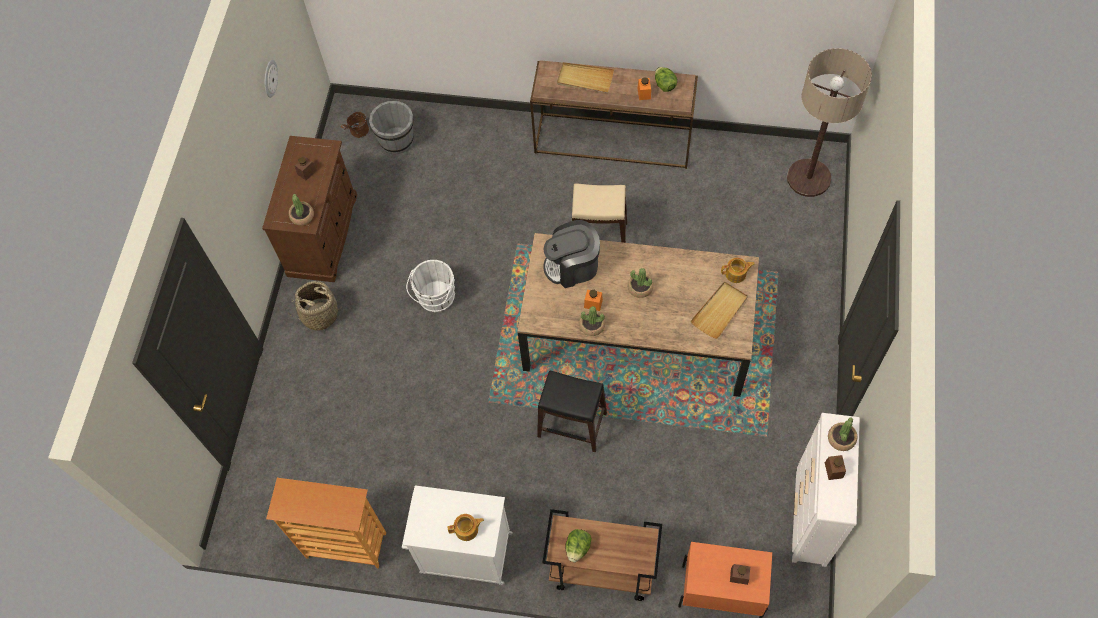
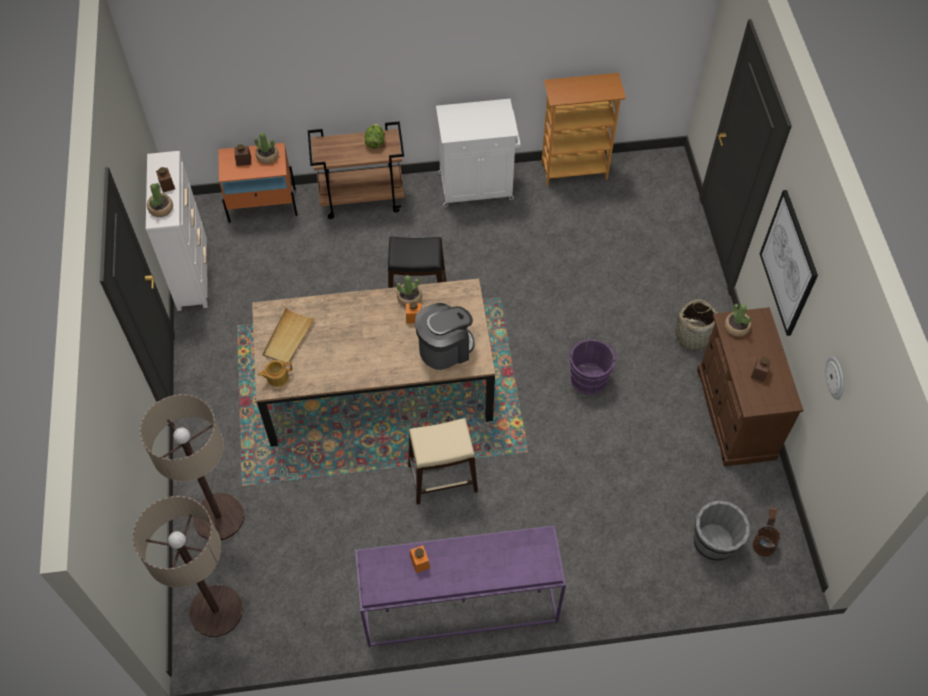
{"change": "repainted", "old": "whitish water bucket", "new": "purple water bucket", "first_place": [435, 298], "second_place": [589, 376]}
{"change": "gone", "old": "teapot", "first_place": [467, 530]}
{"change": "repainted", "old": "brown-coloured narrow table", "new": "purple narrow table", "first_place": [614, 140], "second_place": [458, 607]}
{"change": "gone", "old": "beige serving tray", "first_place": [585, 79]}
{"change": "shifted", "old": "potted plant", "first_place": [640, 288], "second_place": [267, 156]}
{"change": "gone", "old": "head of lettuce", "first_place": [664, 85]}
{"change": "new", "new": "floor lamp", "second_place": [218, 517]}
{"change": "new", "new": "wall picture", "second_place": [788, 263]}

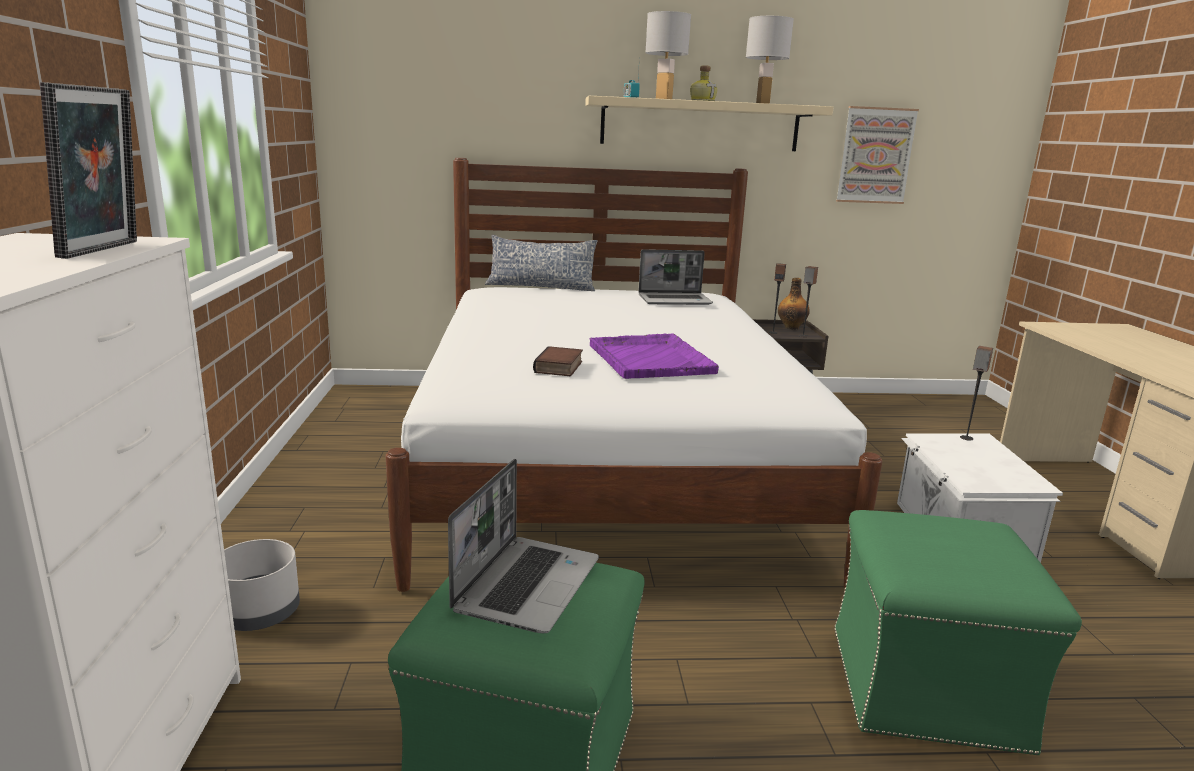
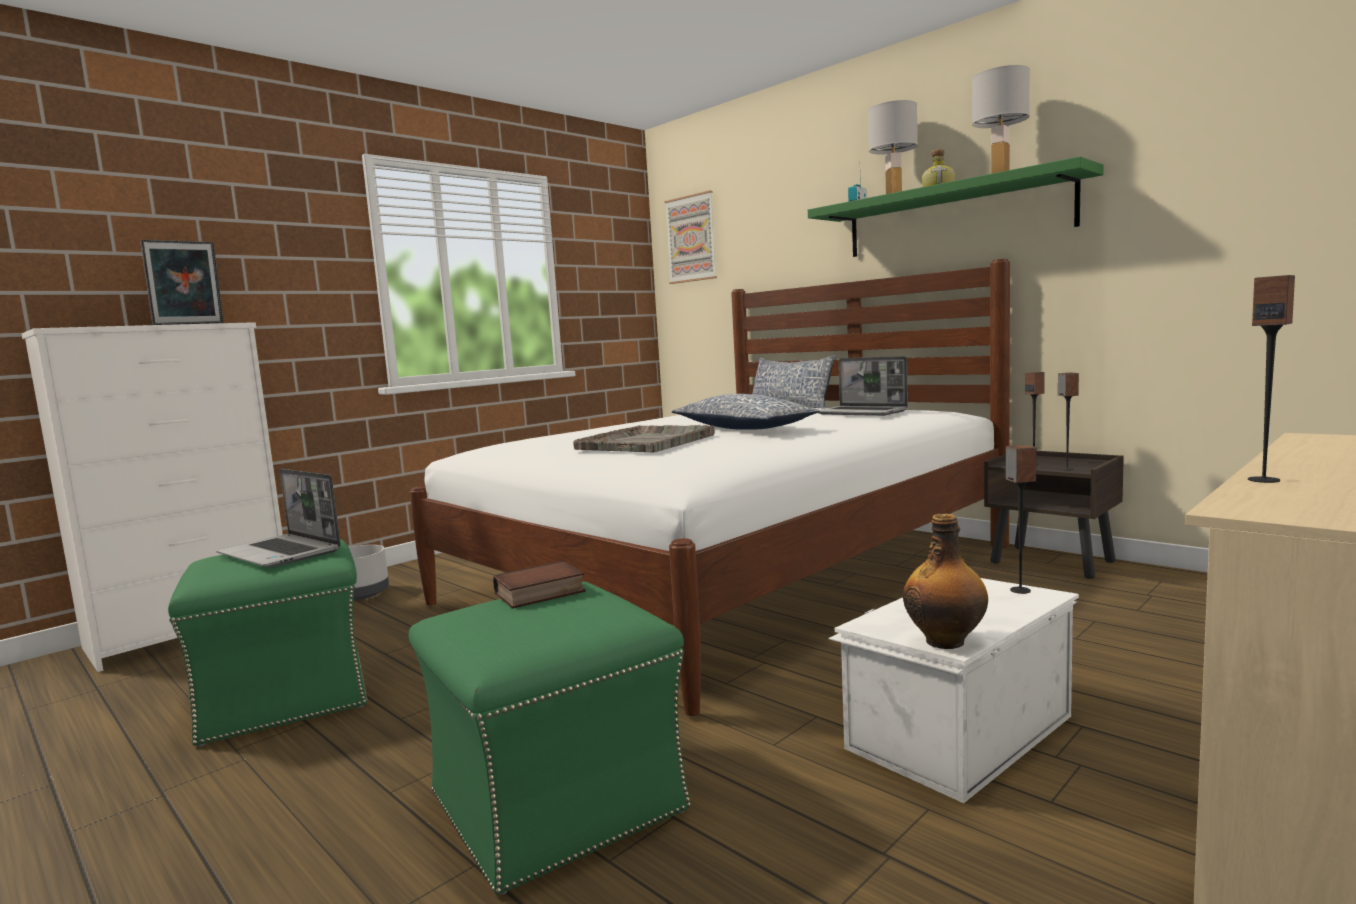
{"change": "rotated", "old": "portable computer", "first_place": [527, 584], "second_place": [282, 553], "degrees": 60}
{"change": "shifted", "old": "bound book", "first_place": [560, 367], "second_place": [539, 593]}
{"change": "repainted", "old": "beige wall shelf", "new": "green wall shelf", "first_place": [700, 125], "second_place": [954, 217]}
{"change": "repainted", "old": "purple serving tray", "new": "greyish serving tray", "first_place": [650, 358], "second_place": [647, 442]}
{"change": "shifted", "old": "beverage bottle", "first_place": [791, 327], "second_place": [946, 641]}
{"change": "shifted", "old": "wall picture", "first_place": [875, 155], "second_place": [691, 239]}
{"change": "new", "new": "throw pillow", "second_place": [743, 428]}
{"change": "new", "new": "loudspeaker", "second_place": [1264, 480]}

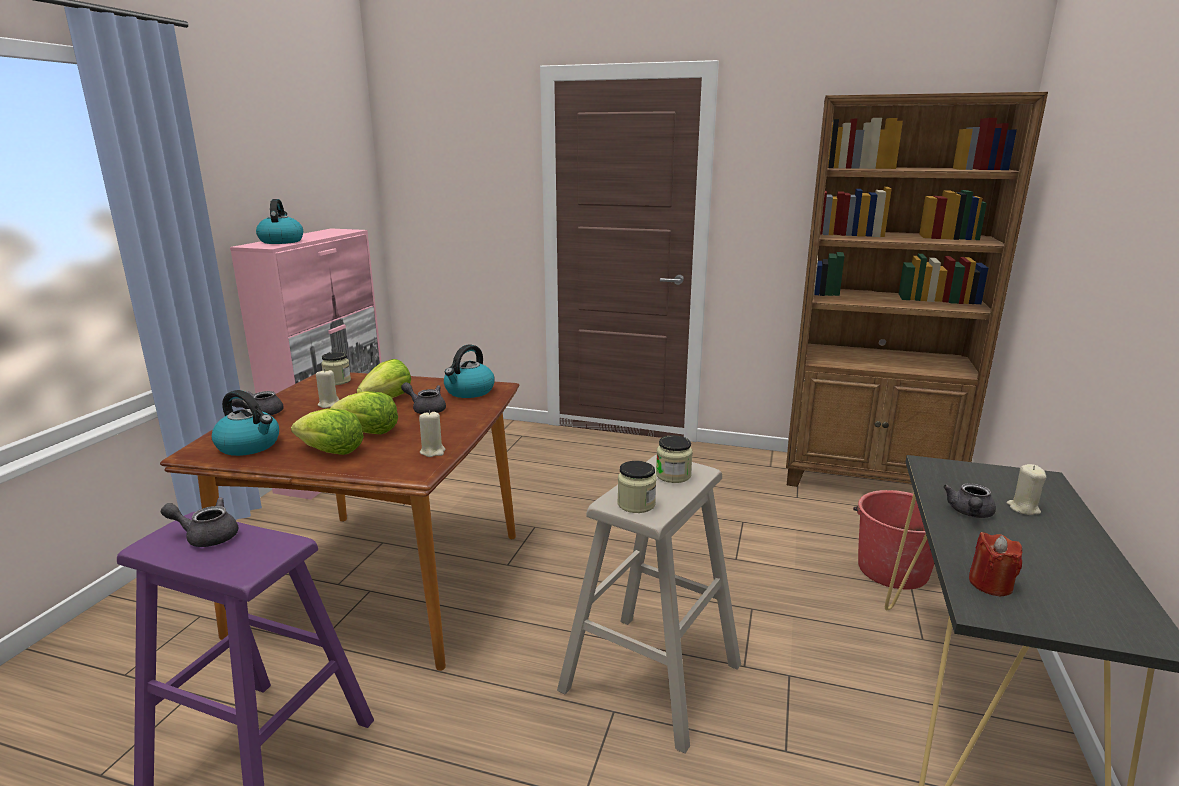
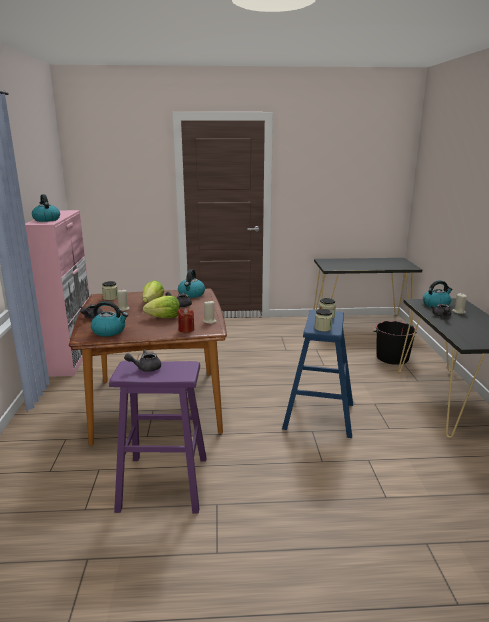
{"change": "gone", "old": "head of lettuce", "first_place": [331, 451]}
{"change": "repainted", "old": "beige sitting stool", "new": "blue-coloured sitting stool", "first_place": [651, 678], "second_place": [319, 416]}
{"change": "swapped", "old": "brown-coloured bookcase", "new": "black narrow table", "first_place": [868, 480], "second_place": [361, 323]}
{"change": "repainted", "old": "red-coloured water bucket", "new": "black water bucket", "first_place": [892, 569], "second_place": [392, 357]}
{"change": "shifted", "old": "red-coloured wax candle", "first_place": [990, 584], "second_place": [186, 329]}
{"change": "new", "new": "kettle", "second_place": [436, 305]}

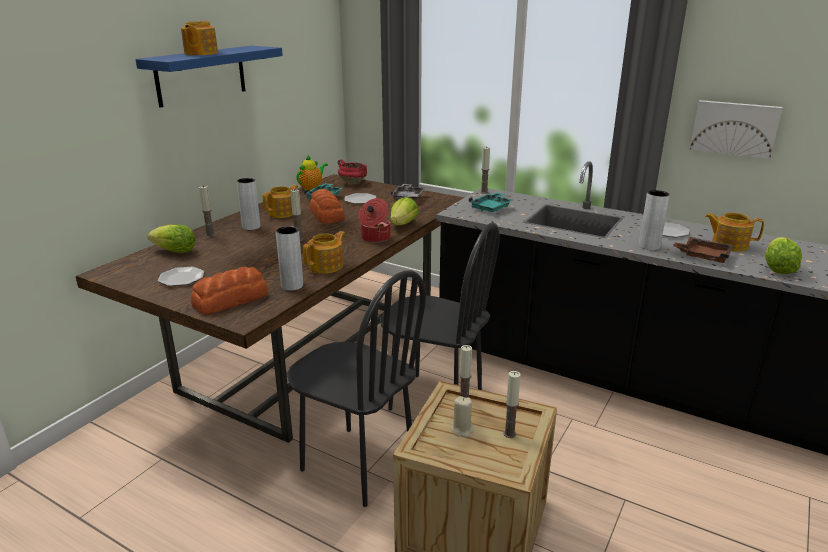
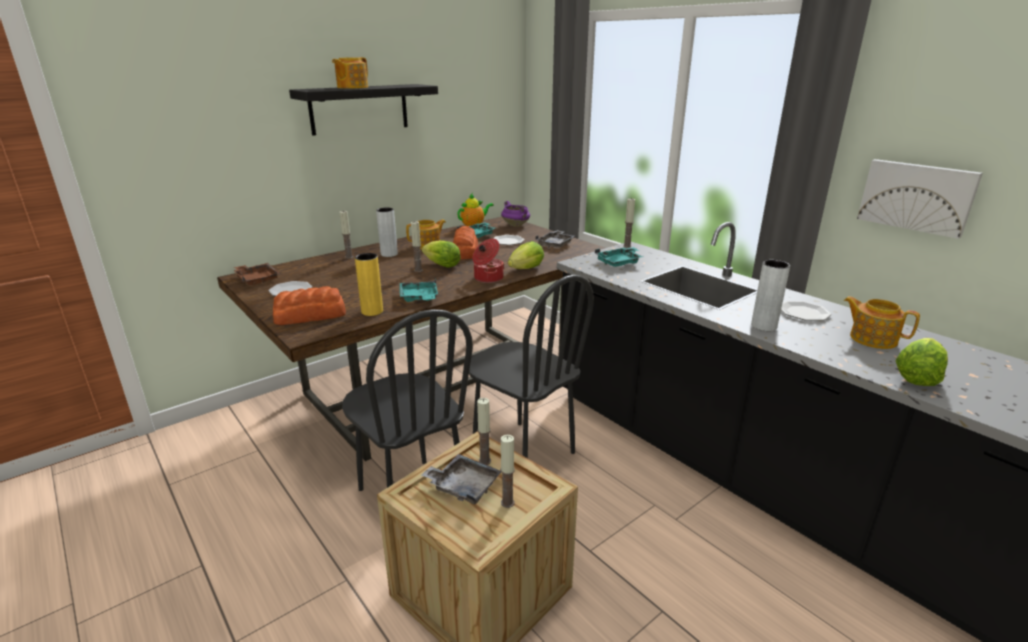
{"change": "repainted", "old": "blue-coloured wall shelf", "new": "black wall shelf", "first_place": [201, 75], "second_place": [359, 109]}
{"change": "shifted", "old": "head of lettuce", "first_place": [175, 252], "second_place": [442, 265]}
{"change": "repainted", "old": "greyish decorative vase", "new": "yellow-coloured decorative vase", "first_place": [292, 286], "second_place": [372, 311]}
{"change": "swapped", "old": "teapot", "new": "turquoise serving tray", "first_place": [327, 266], "second_place": [419, 298]}
{"change": "repainted", "old": "red-coloured cooking pot", "new": "purple cooking pot", "first_place": [353, 183], "second_place": [516, 225]}
{"change": "swapped", "old": "beige wax candle", "new": "greyish serving tray", "first_place": [462, 430], "second_place": [463, 486]}
{"change": "shifted", "old": "brown-coloured serving tray", "first_place": [703, 256], "second_place": [257, 279]}

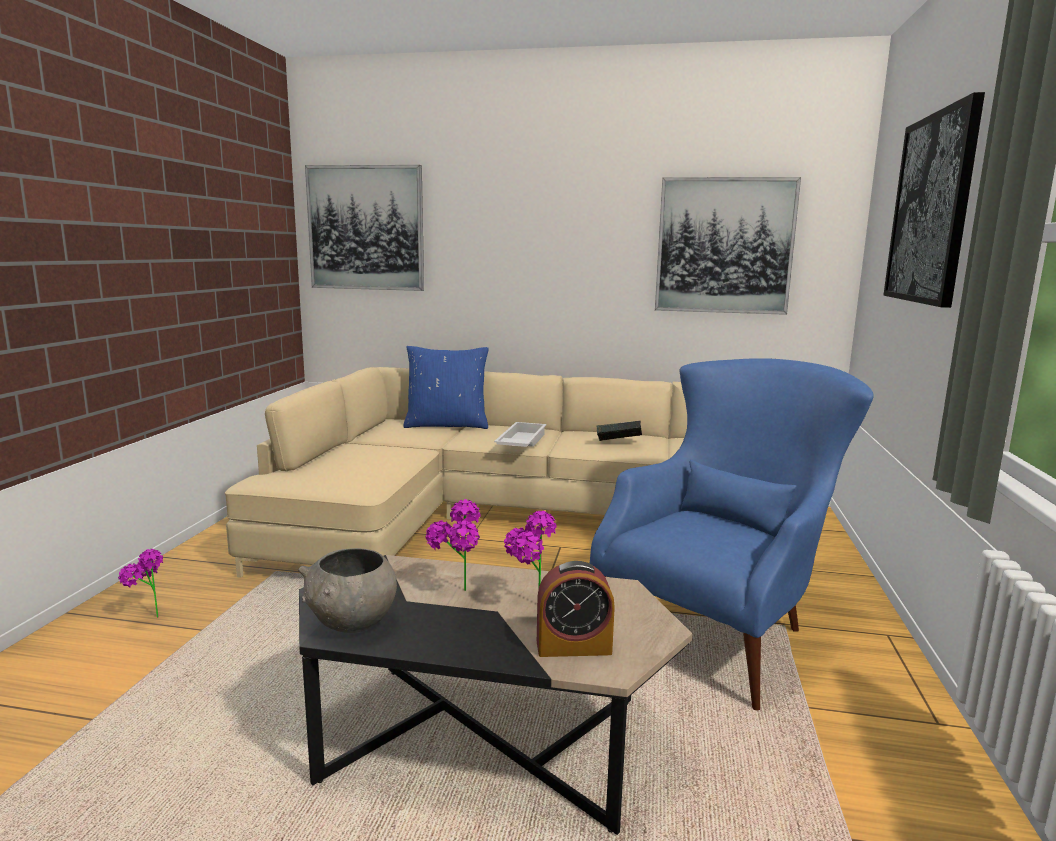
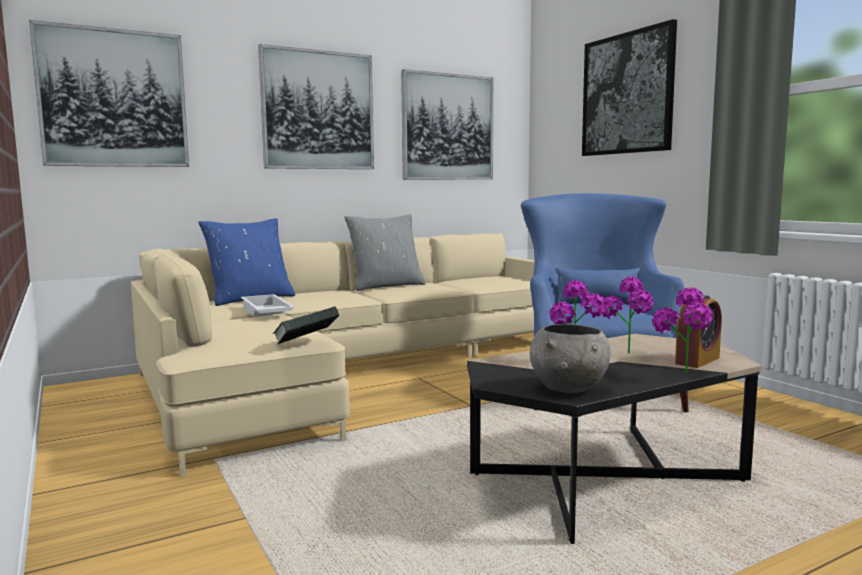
{"change": "shifted", "old": "potted plant", "first_place": [147, 617], "second_place": [682, 375]}
{"change": "shifted", "old": "whitish serving tray", "first_place": [520, 442], "second_place": [265, 313]}
{"change": "shifted", "old": "bound book", "first_place": [618, 444], "second_place": [306, 343]}
{"change": "new", "new": "wall picture", "second_place": [318, 110]}
{"change": "new", "new": "greyish throw pillow", "second_place": [386, 286]}

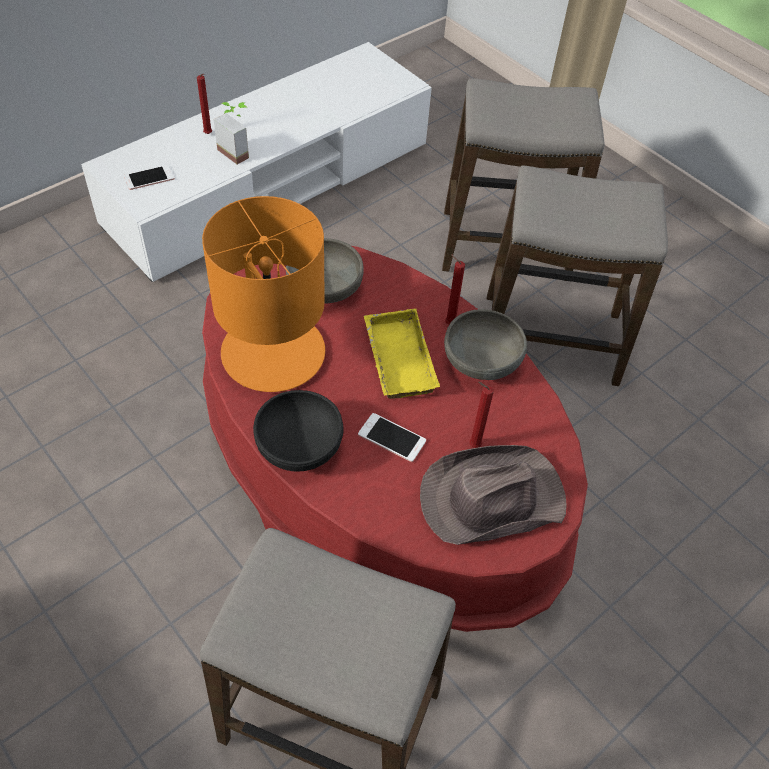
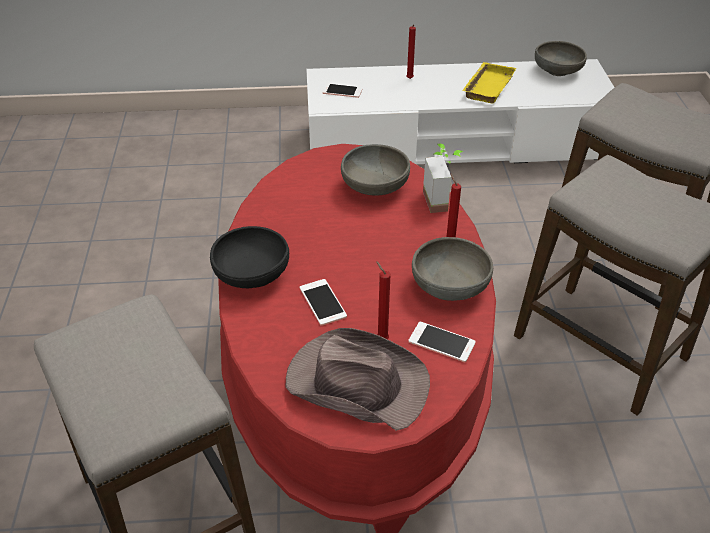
{"change": "gone", "old": "orange tabletop lamp", "first_place": [272, 352]}
{"change": "shifted", "old": "potted plant", "first_place": [238, 151], "second_place": [442, 200]}
{"change": "shifted", "old": "yellow-coloured serving tray", "first_place": [396, 358], "second_place": [487, 86]}
{"change": "new", "new": "handset", "second_place": [441, 342]}
{"change": "new", "new": "greyish deep dish", "second_place": [557, 71]}

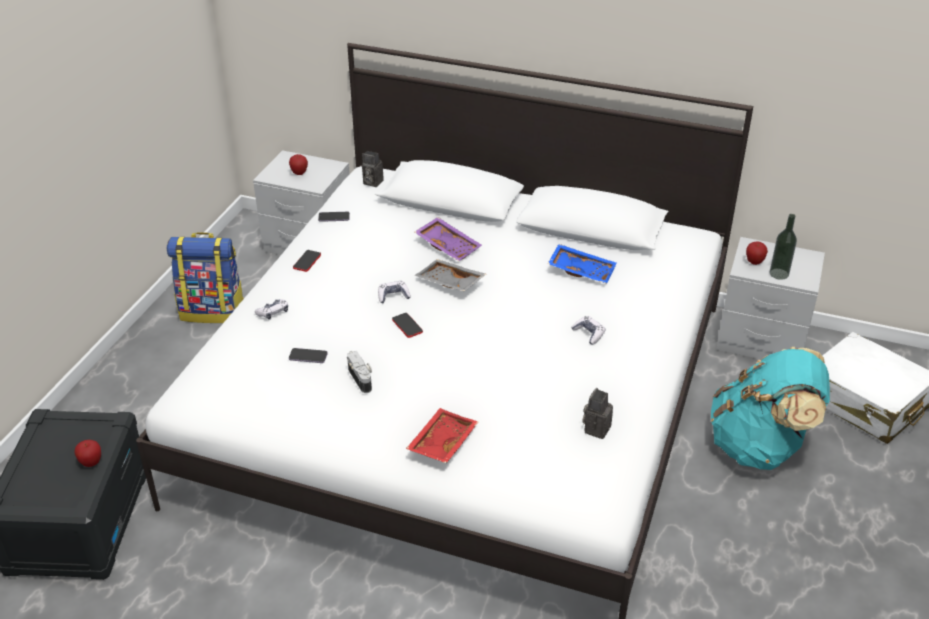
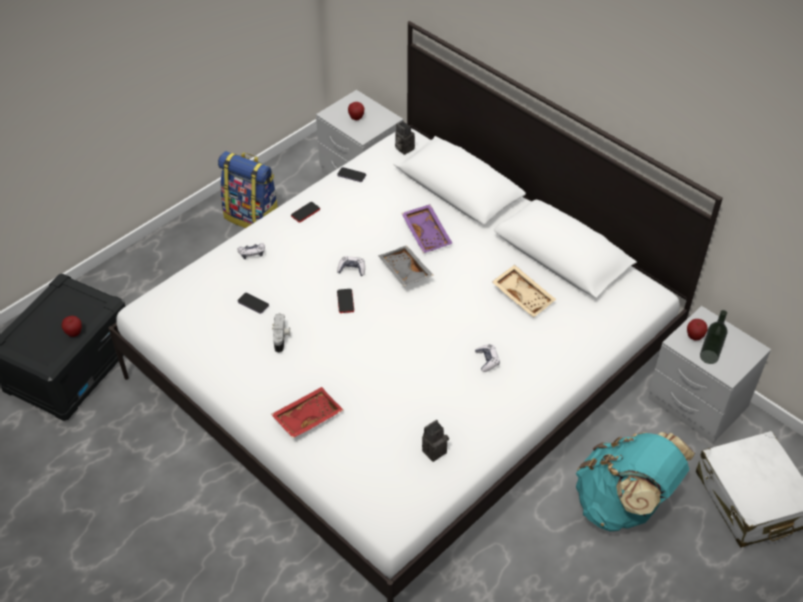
{"change": "repainted", "old": "blue-coloured serving tray", "new": "beige serving tray", "first_place": [582, 270], "second_place": [524, 296]}

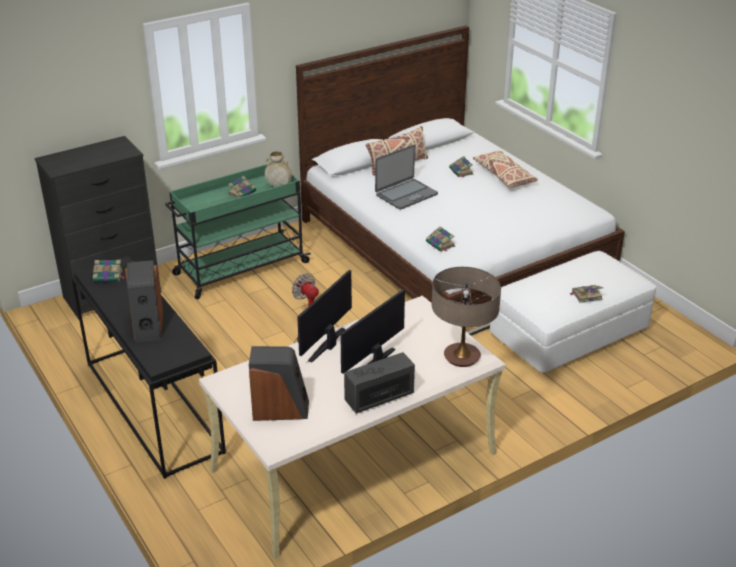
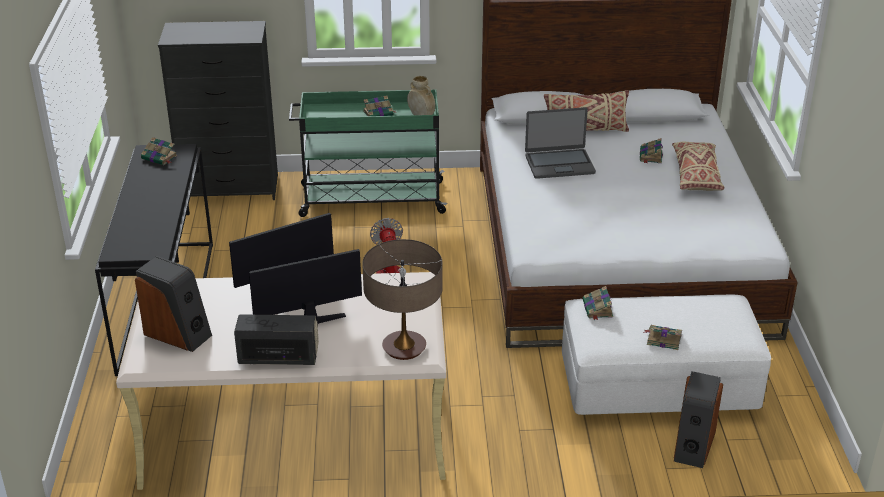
{"change": "shifted", "old": "loudspeaker", "first_place": [148, 326], "second_place": [693, 445]}
{"change": "shifted", "old": "bound book", "first_place": [440, 244], "second_place": [597, 309]}

